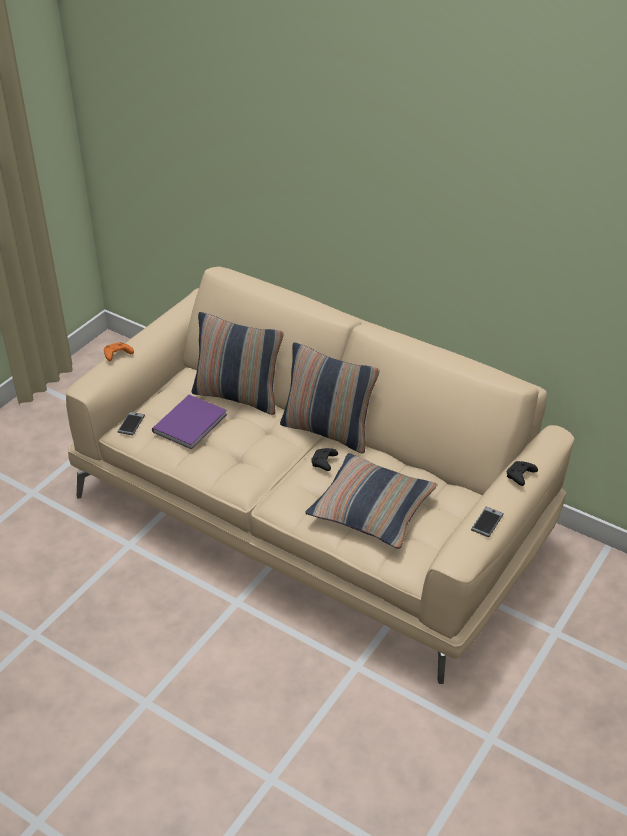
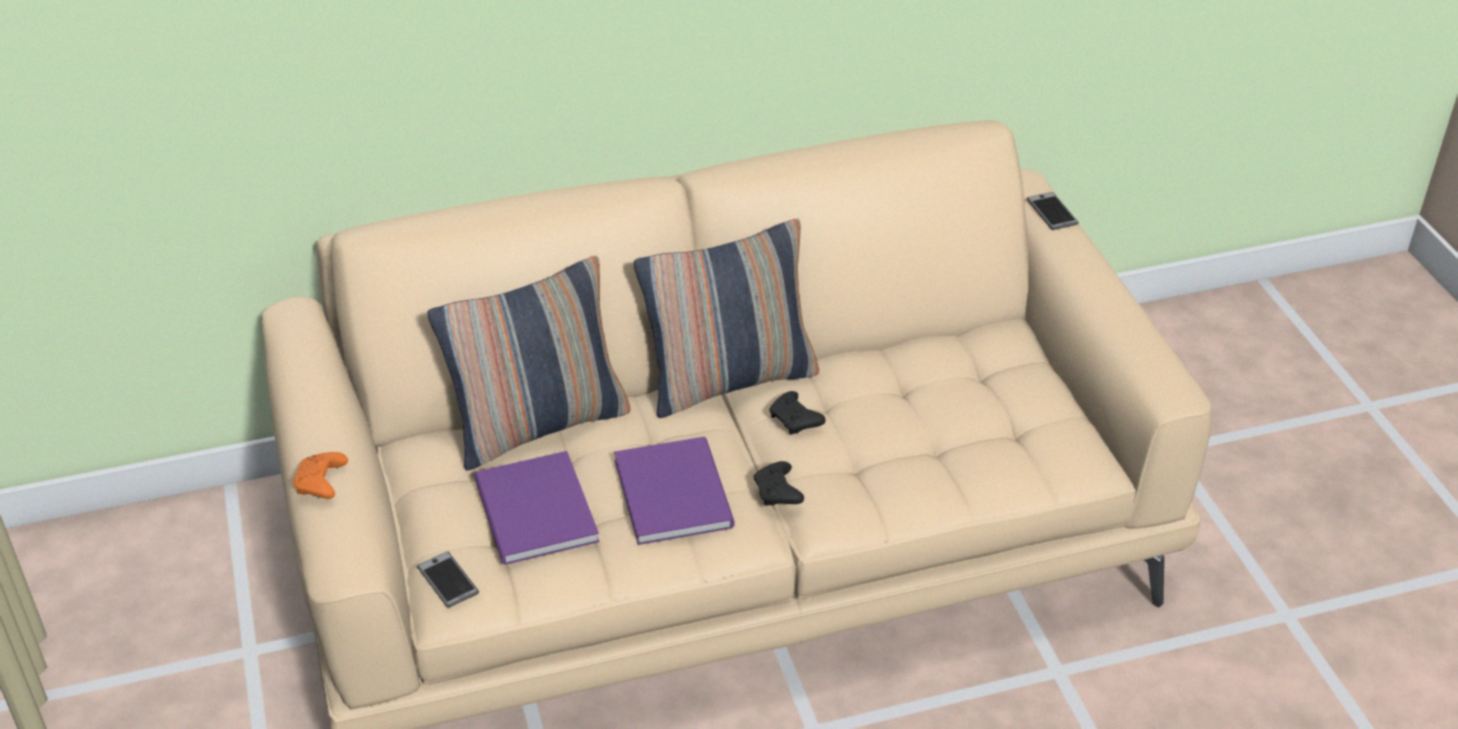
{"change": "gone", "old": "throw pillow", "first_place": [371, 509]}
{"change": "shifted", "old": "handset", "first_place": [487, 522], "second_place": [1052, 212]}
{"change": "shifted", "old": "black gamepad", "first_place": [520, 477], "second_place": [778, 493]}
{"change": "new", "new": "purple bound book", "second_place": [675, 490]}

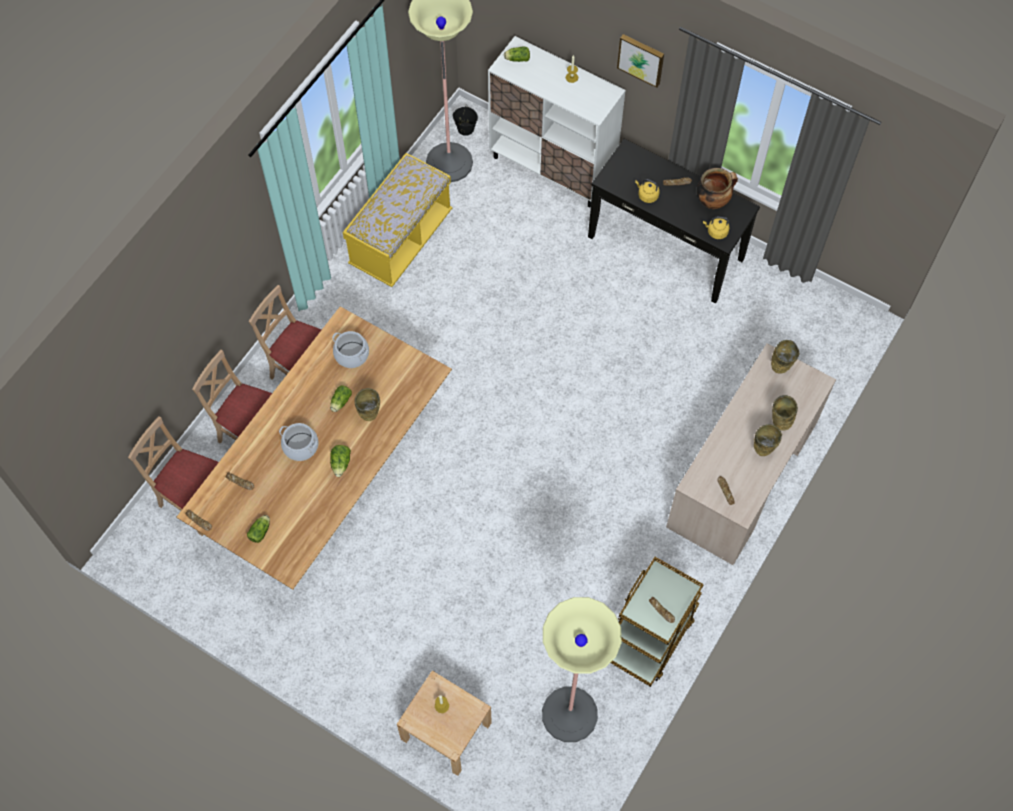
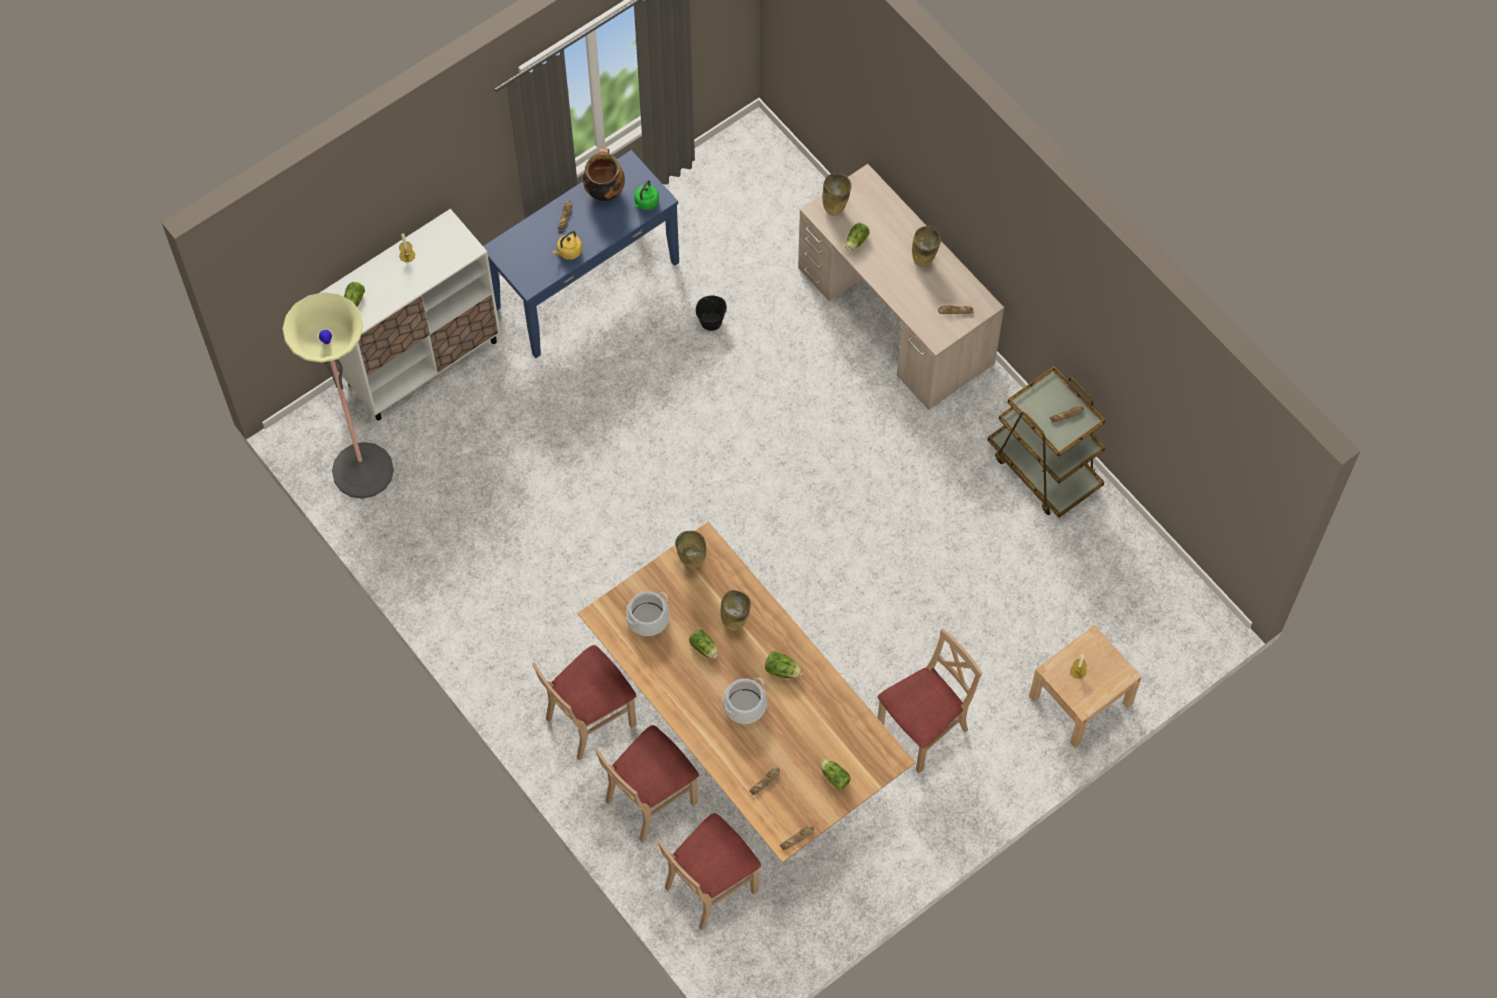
{"change": "gone", "old": "yellow-coloured long seat", "first_place": [401, 239]}
{"change": "shifted", "old": "black water bucket", "first_place": [465, 129], "second_place": [711, 322]}
{"change": "gone", "old": "floor lamp", "first_place": [569, 714]}
{"change": "repainted", "old": "black narrow table", "new": "blue-coloured narrow table", "first_place": [666, 247], "second_place": [585, 284]}
{"change": "gone", "old": "wall picture", "first_place": [641, 59]}
{"change": "repainted", "old": "yellow-coloured kettle", "new": "green kettle", "first_place": [716, 232], "second_place": [646, 203]}
{"change": "shifted", "old": "beige decorative vase", "first_place": [779, 424], "second_place": [691, 562]}
{"change": "new", "new": "head of lettuce", "second_place": [855, 242]}
{"change": "new", "new": "beige chair", "second_place": [923, 729]}

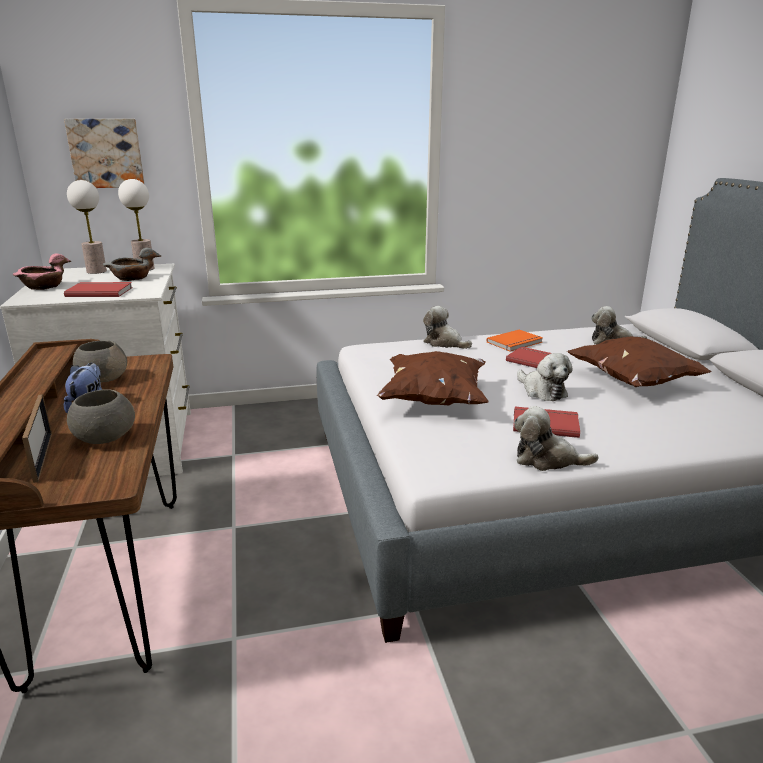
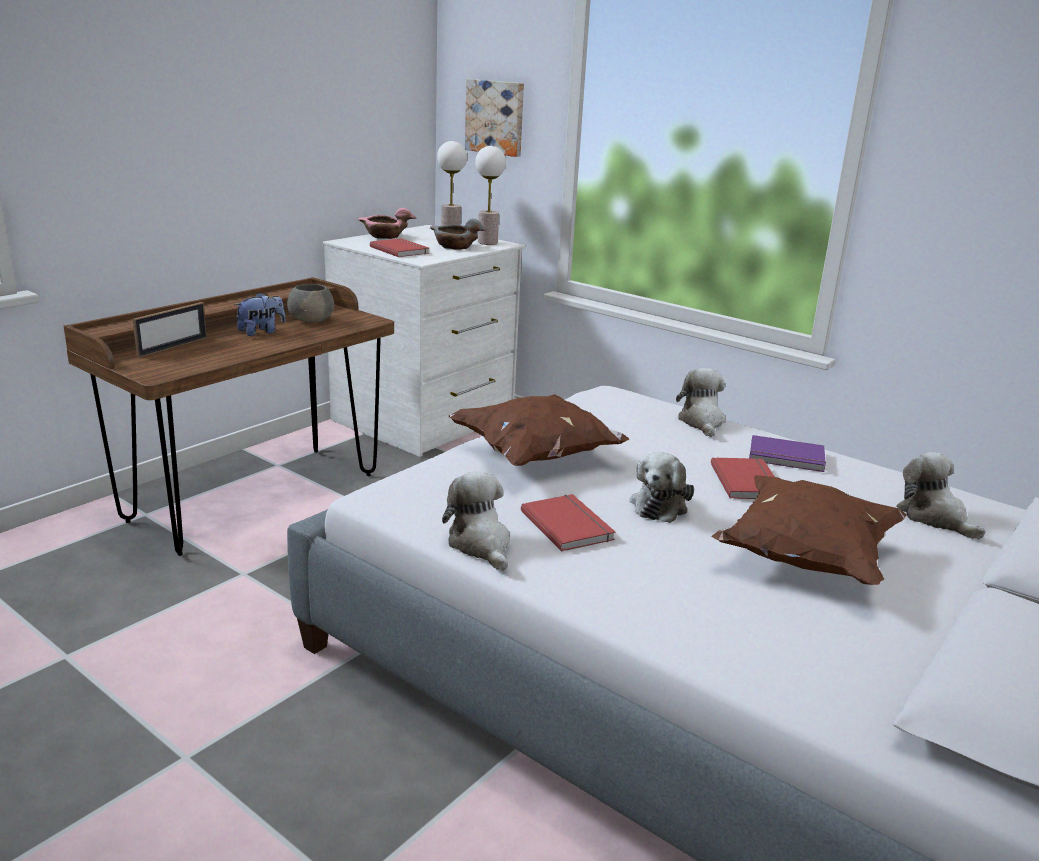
{"change": "gone", "old": "greyish deep dish", "first_place": [104, 438]}
{"change": "repainted", "old": "orange bound book", "new": "purple bound book", "first_place": [515, 343], "second_place": [786, 457]}

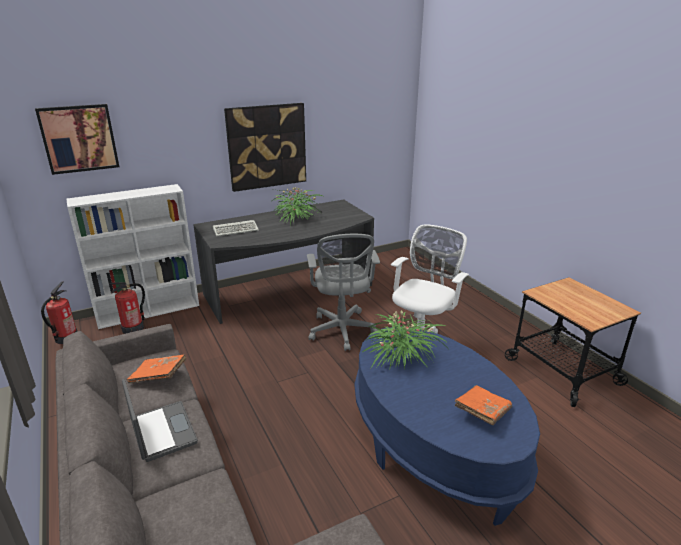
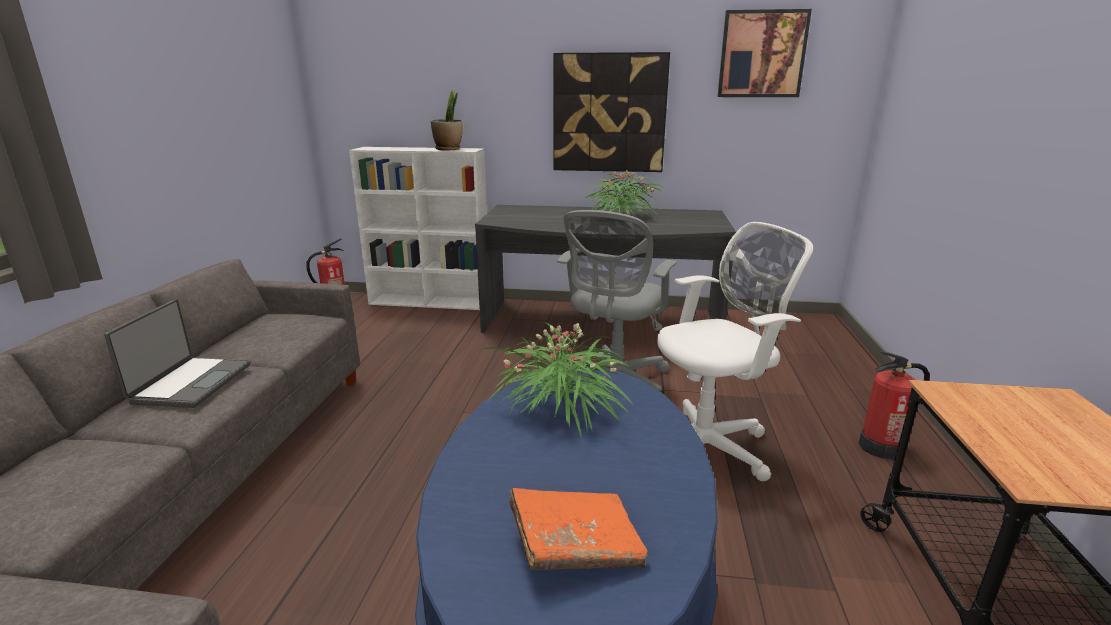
{"change": "shifted", "old": "wall picture", "first_place": [79, 138], "second_place": [762, 54]}
{"change": "shifted", "old": "fire-fighting cylinder", "first_place": [133, 328], "second_place": [881, 447]}
{"change": "gone", "old": "orange bound book", "first_place": [159, 376]}
{"change": "gone", "old": "PC keyboard", "first_place": [236, 230]}
{"change": "new", "new": "potted plant", "second_place": [448, 149]}

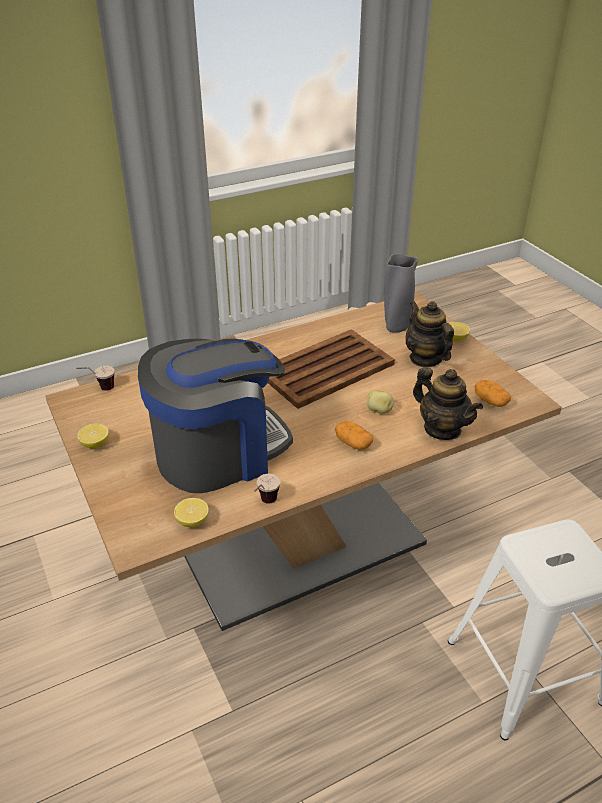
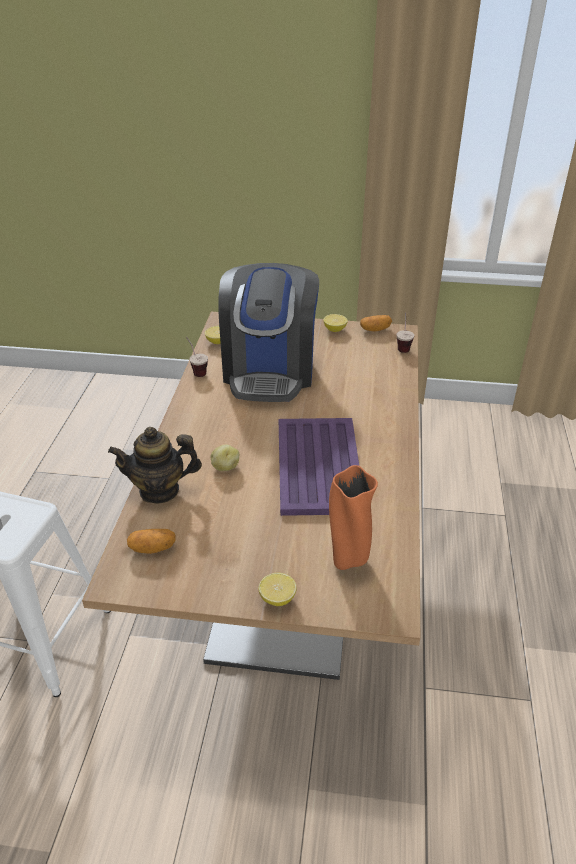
{"change": "repainted", "old": "brown-coloured serving tray", "new": "purple serving tray", "first_place": [327, 369], "second_place": [318, 467]}
{"change": "shifted", "old": "spud", "first_place": [353, 443], "second_place": [375, 329]}
{"change": "repainted", "old": "greyish decorative vase", "new": "orange decorative vase", "first_place": [396, 327], "second_place": [348, 560]}
{"change": "gone", "old": "teapot", "first_place": [425, 358]}

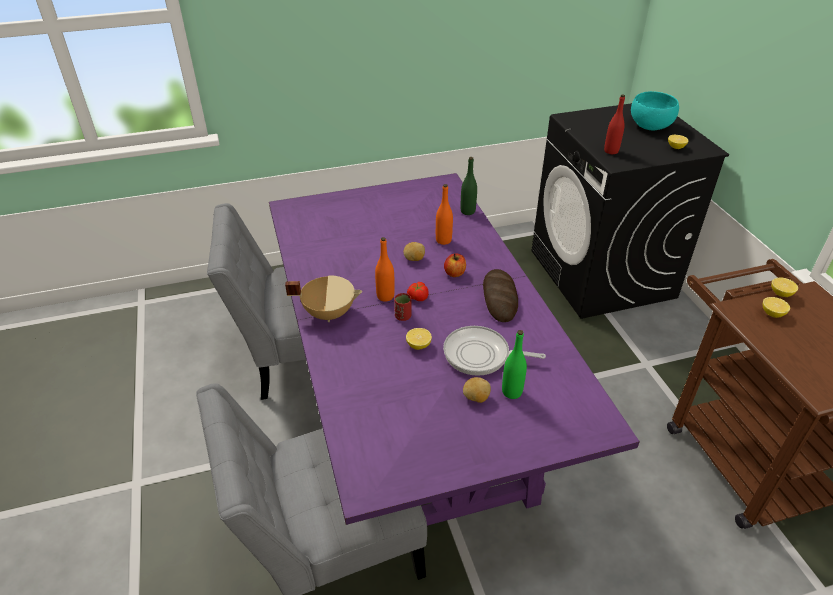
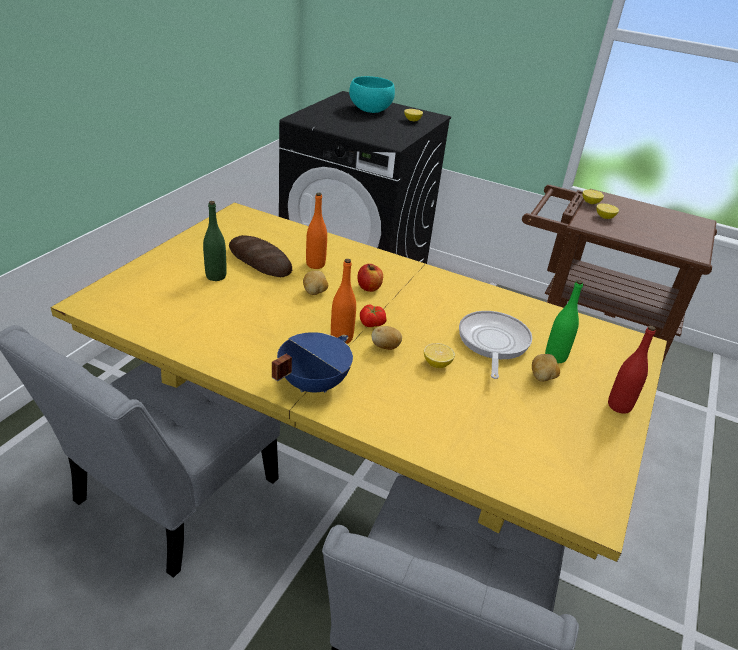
{"change": "repainted", "old": "purple dining table", "new": "yellow-coloured dining table", "first_place": [417, 415], "second_place": [355, 475]}
{"change": "repainted", "old": "beige cooking pot", "new": "blue-coloured cooking pot", "first_place": [329, 313], "second_place": [312, 383]}
{"change": "swapped", "old": "red-coloured drinking cup", "new": "spud", "first_place": [403, 316], "second_place": [385, 347]}
{"change": "rotated", "old": "skillet", "first_place": [480, 355], "second_place": [492, 343], "degrees": 135}
{"change": "shifted", "old": "green beverage bottle", "first_place": [467, 211], "second_place": [216, 276]}
{"change": "shifted", "old": "bakery bread", "first_place": [499, 298], "second_place": [260, 261]}
{"change": "shifted", "old": "red-coloured beverage bottle", "first_place": [611, 151], "second_place": [619, 406]}

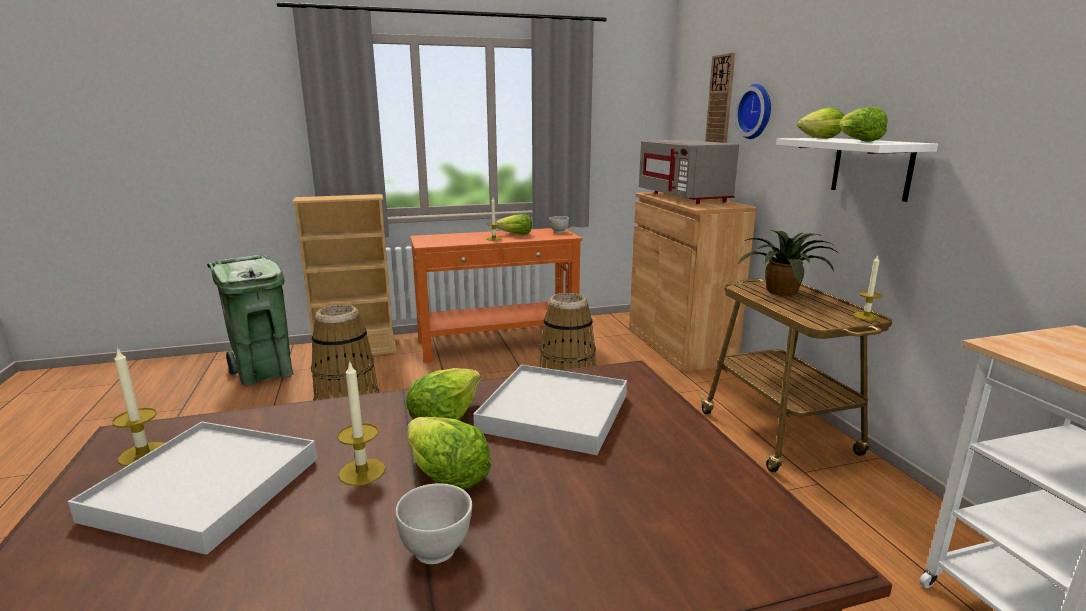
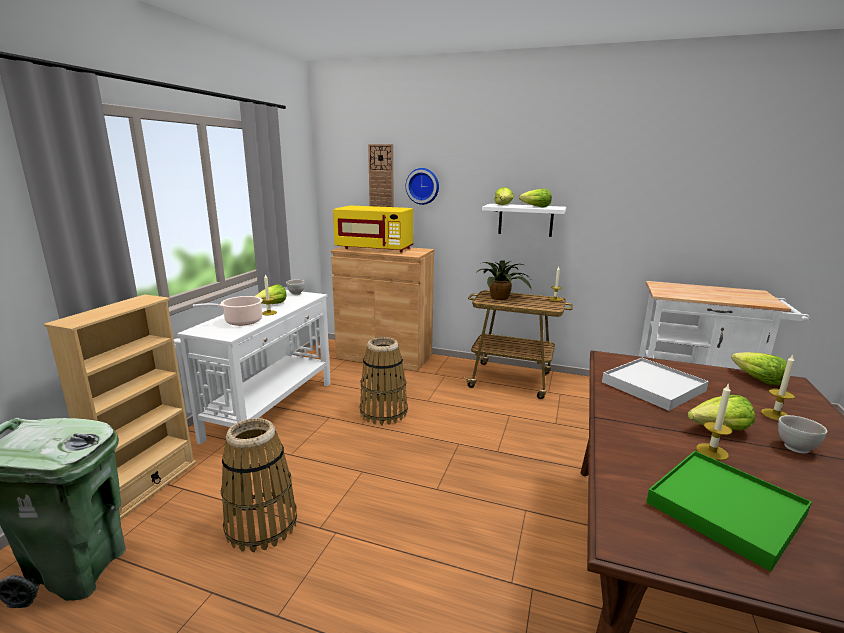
{"change": "repainted", "old": "whitish serving tray", "new": "green serving tray", "first_place": [206, 488], "second_place": [724, 509]}
{"change": "shifted", "old": "wax candle", "first_place": [143, 454], "second_place": [775, 415]}
{"change": "shifted", "old": "head of lettuce", "first_place": [445, 417], "second_place": [757, 379]}
{"change": "repainted", "old": "orange narrow table", "new": "whitish narrow table", "first_place": [499, 344], "second_place": [272, 409]}
{"change": "repainted", "old": "greyish kitchen microwave", "new": "yellow-coloured kitchen microwave", "first_place": [684, 197], "second_place": [375, 249]}
{"change": "new", "new": "cooking pot", "second_place": [241, 321]}

